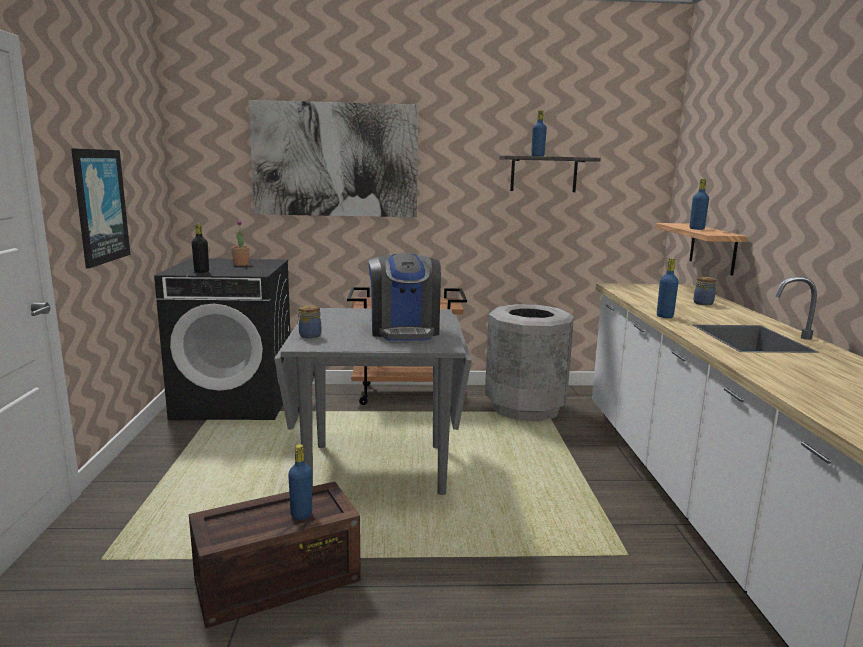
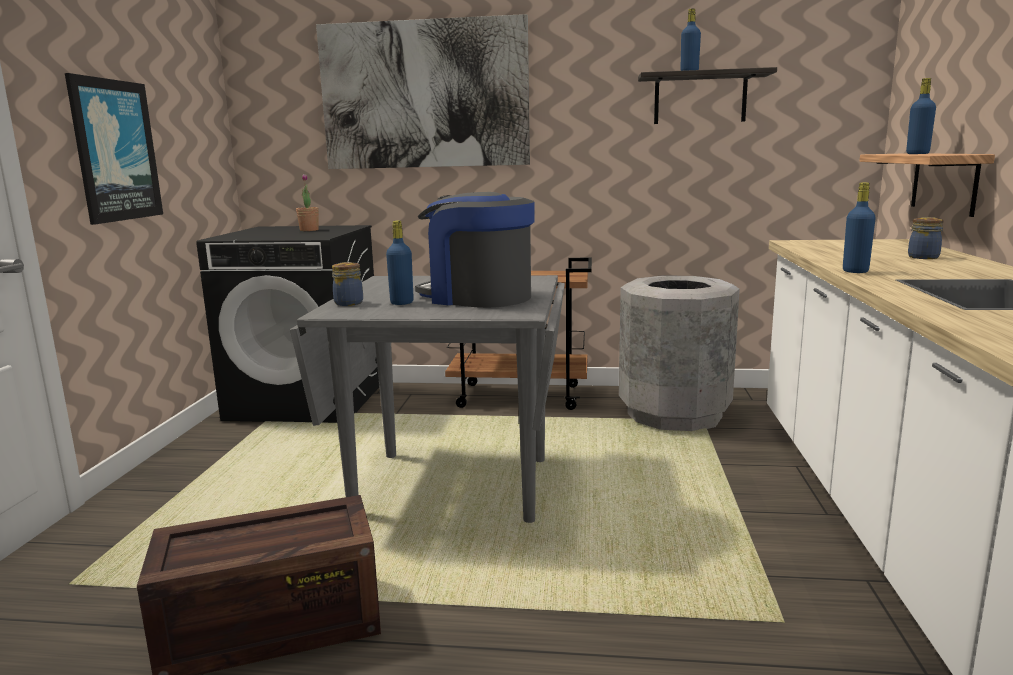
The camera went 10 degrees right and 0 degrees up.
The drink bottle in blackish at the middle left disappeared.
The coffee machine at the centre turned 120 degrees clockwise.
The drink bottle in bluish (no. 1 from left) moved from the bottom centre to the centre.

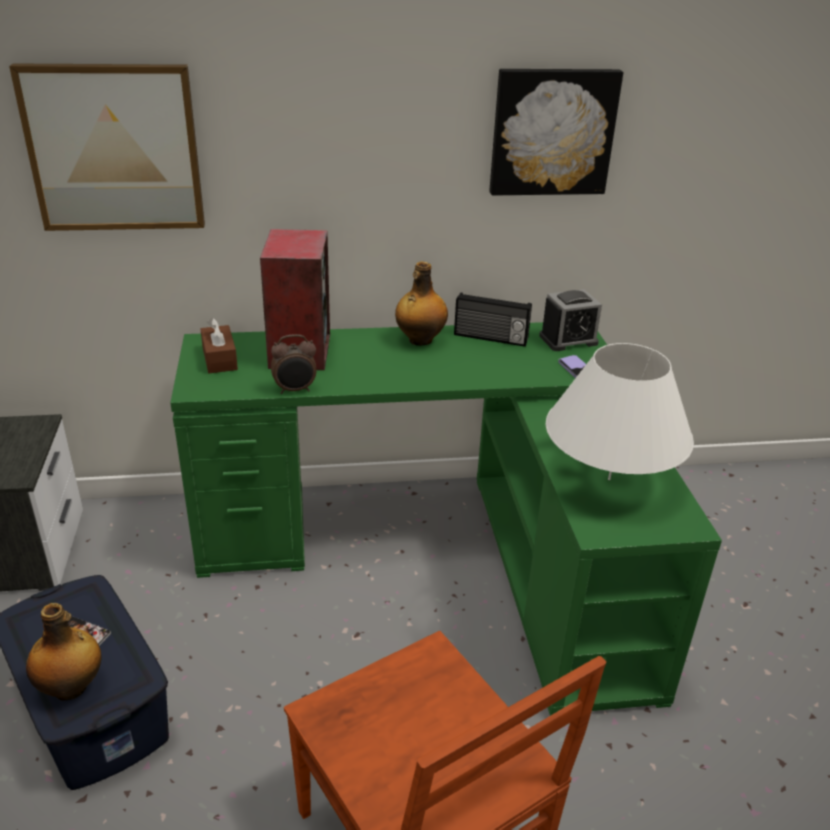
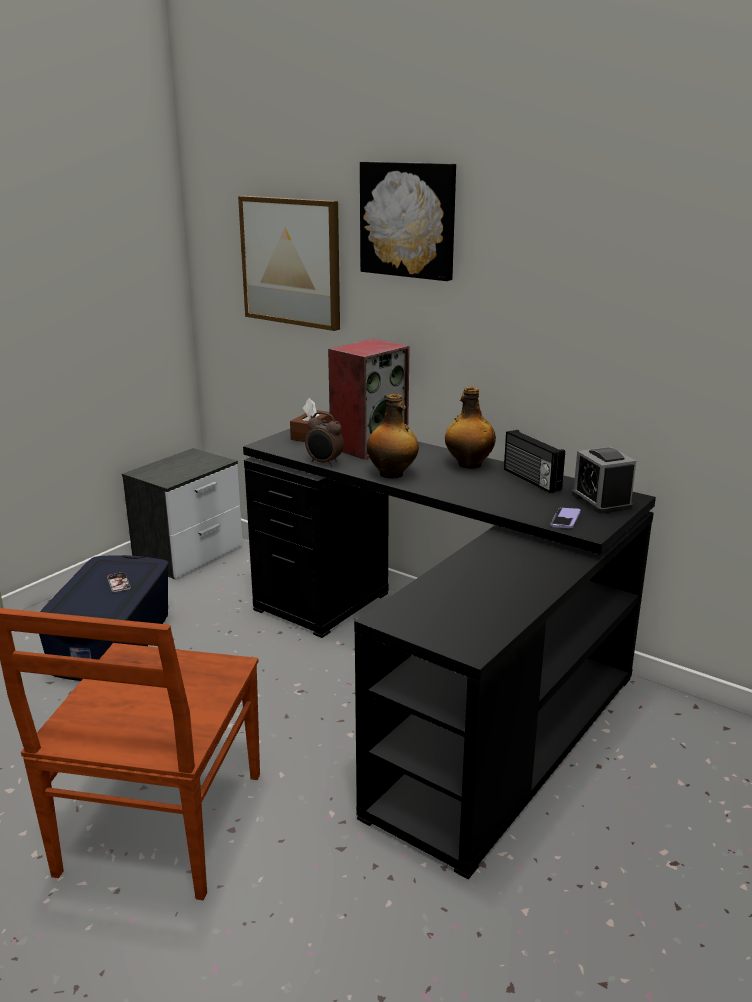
The camera went 45 degrees right and 10 degrees down.
The picture (no. 2 from left) moved from the top right to the top centre.
The alarm clock (no. 2 from left) at the middle right turned 45 degrees clockwise.
The desk unit in green at the centre became the desk unit in blackish at the centre.
The lamp for a table in whitish at the middle right disappeared.
The drink bottle (no. 1 from left) moved from the bottom left to the centre.

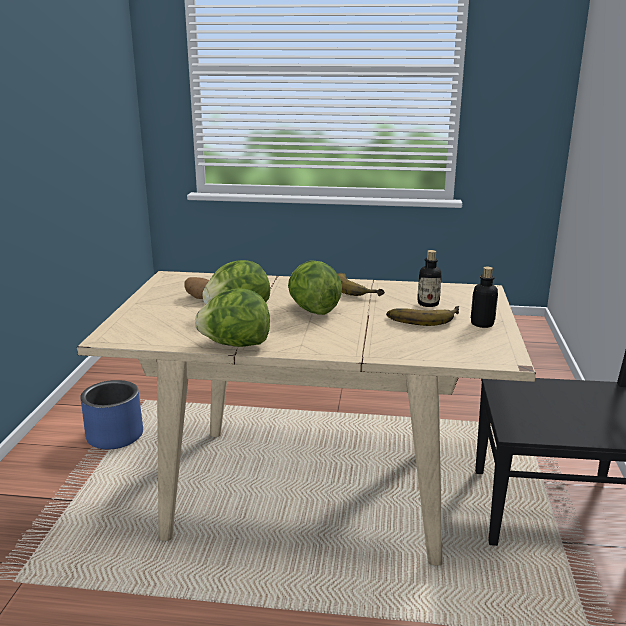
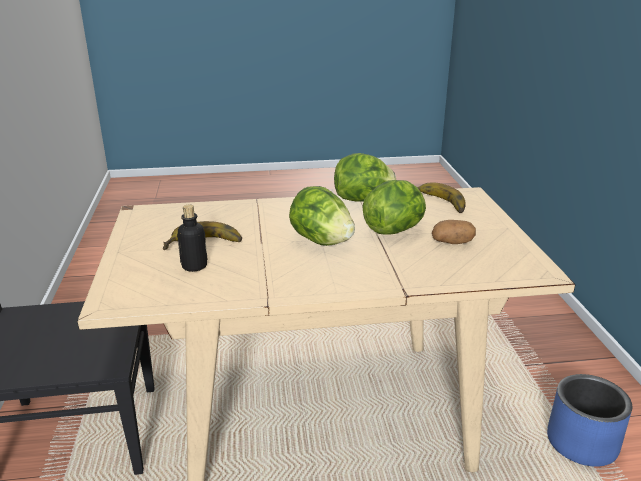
The camera went 165 degrees right and 5 degrees up.
The drink bottle (no. 2 from left) at the middle right disappeared.
The whole banana (no. 1 from left in the first image) moved from the centre to the middle right.

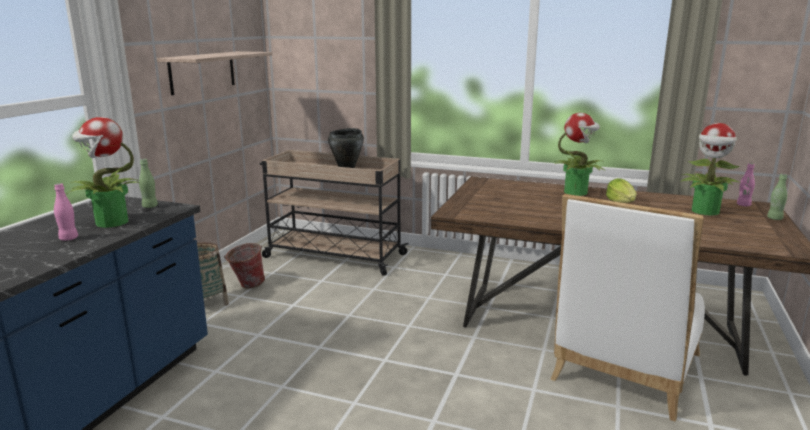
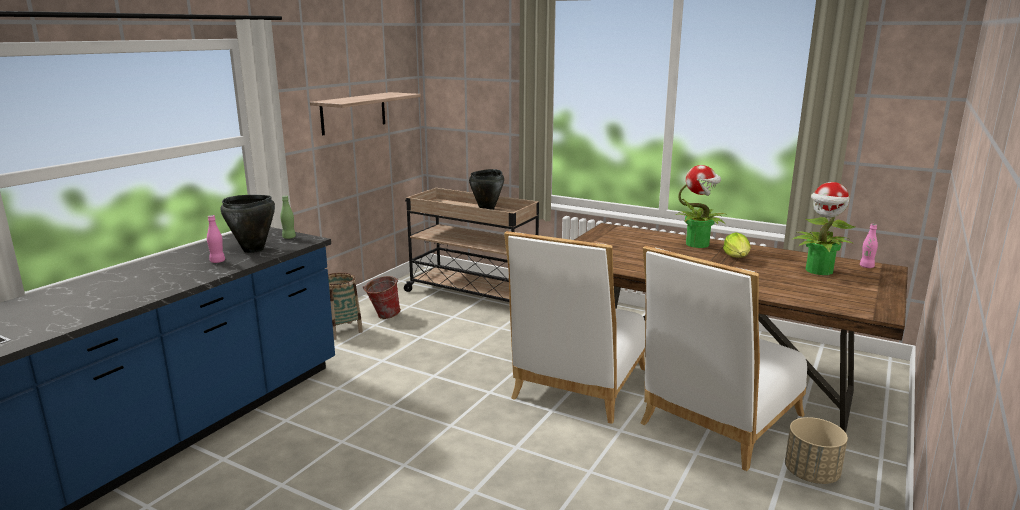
The camera went 10 degrees right and 0 degrees up.
The plant in a pot (no. 1 from left) at the middle left was replaced by the cooking pot in blackish (no. 1 from left) at the middle left.
The drink bottle in green (no. 2 from left) at the middle right disappeared.
The upright chair in whitish (no. 1 from left) at the centre appeared.
The flower pot in beige-coloured at the bottom right appeared.

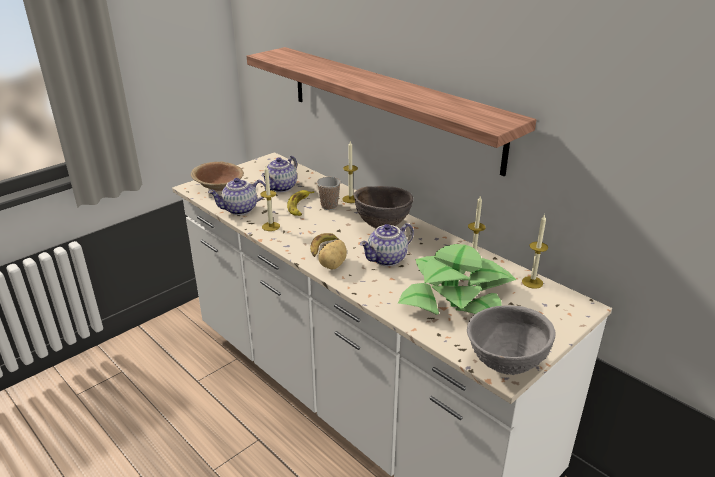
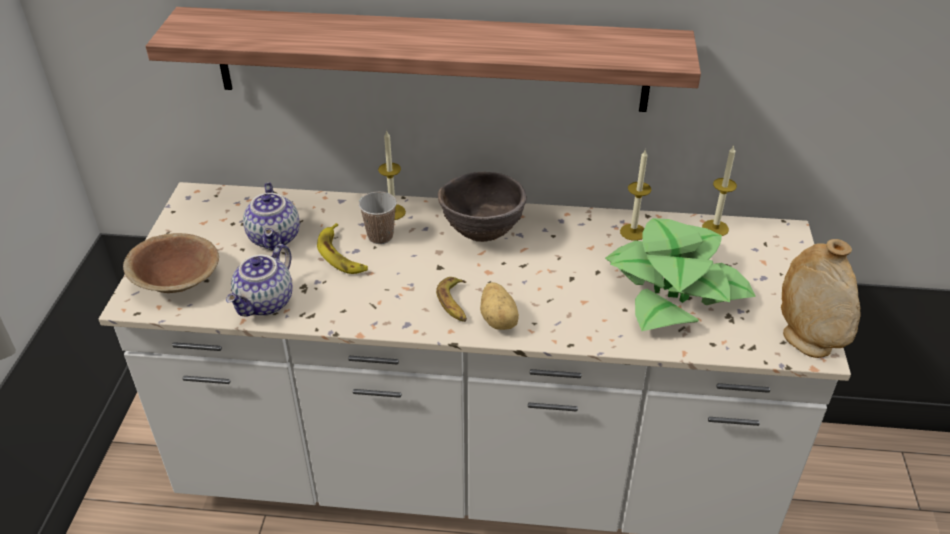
The camera went 40 degrees left and 10 degrees up.
The wax candle (no. 1 from left) at the centre disappeared.
The teapot (no. 3 from left) at the centre disappeared.
The bowl in gray at the bottom right was replaced by the decorative vase in beige-coloured at the middle right.

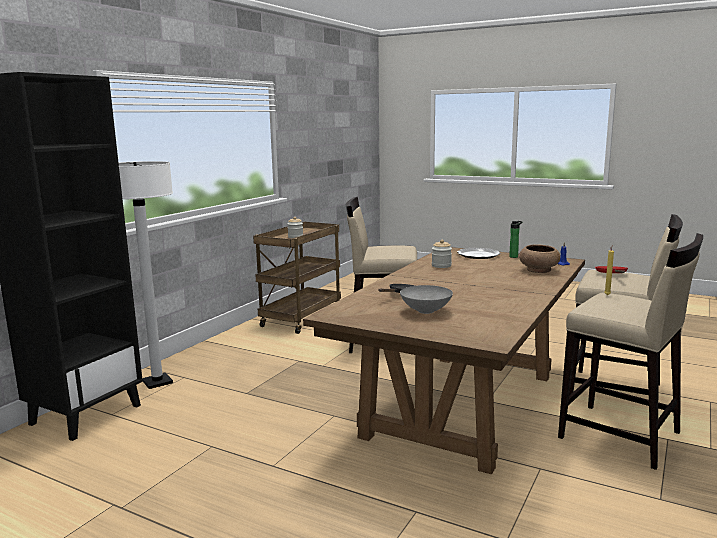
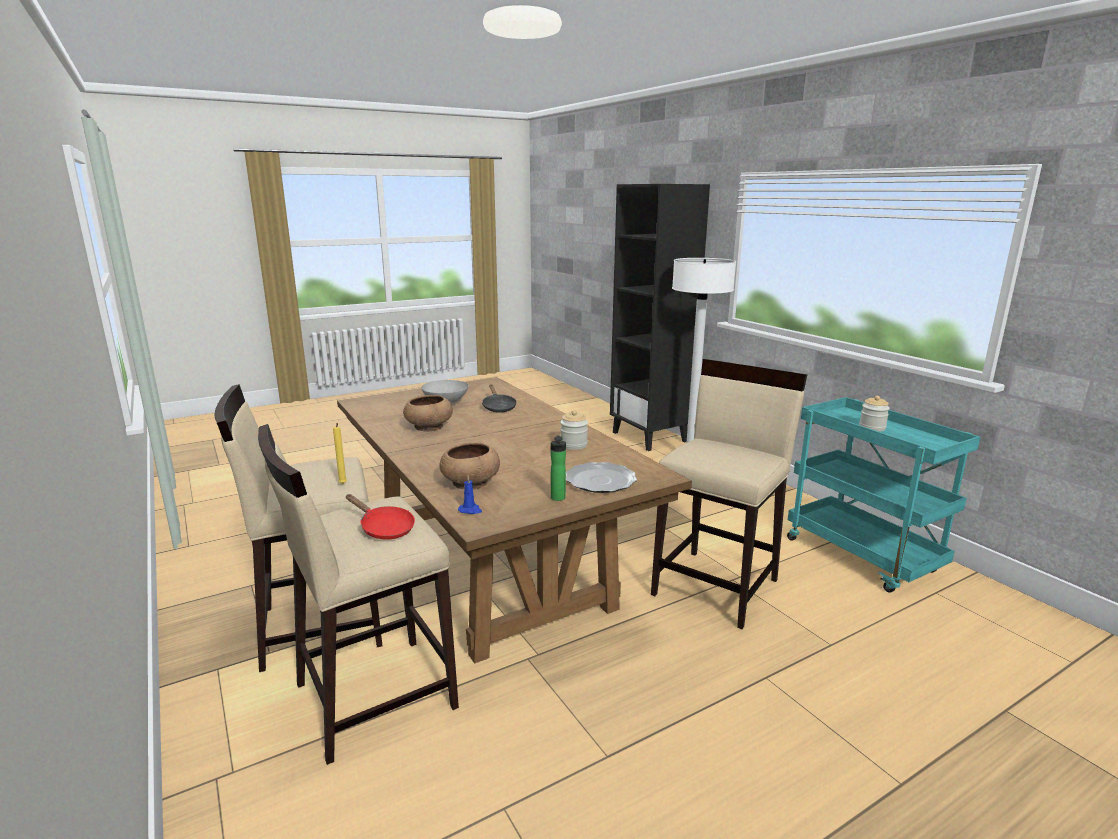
The camera went 120 degrees right and 5 degrees up.
The trolley in brown-coloured at the centre became the trolley in blue-green at the middle right.
The bowl in brown-coloured (no. 1 from left) at the centre appeared.

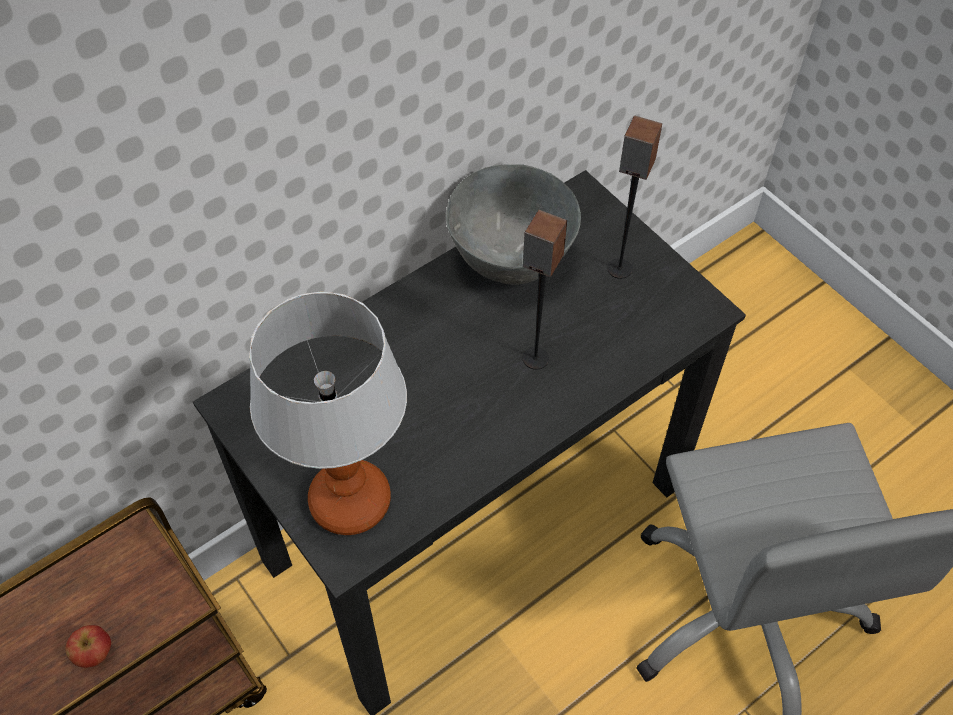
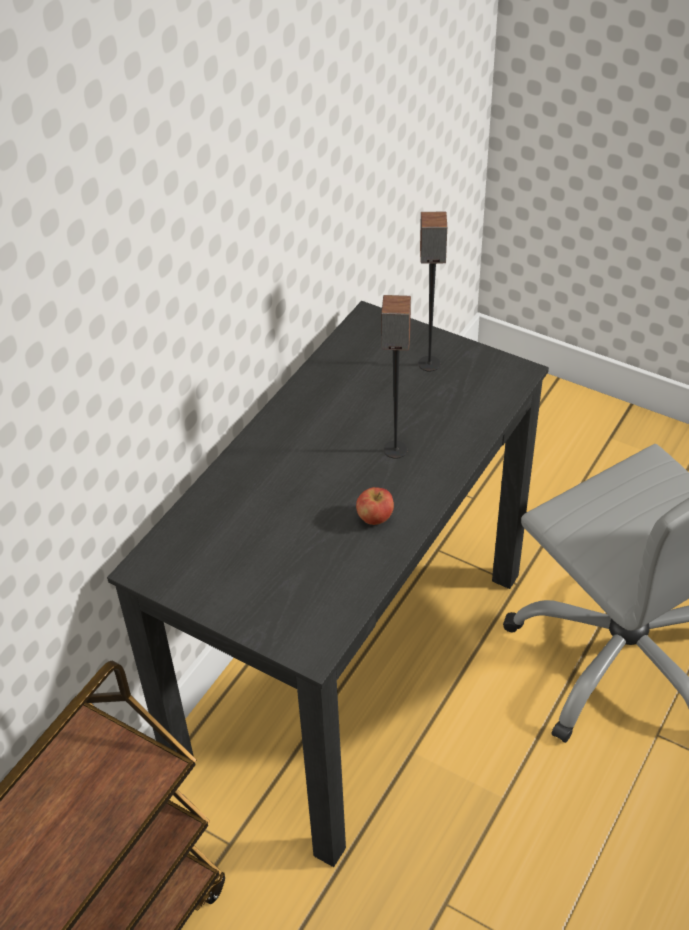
The camera went 20 degrees left and 10 degrees down.
The bowl in gray at the top centre disappeared.
The lamp for a table at the centre disappeared.
The apple fruit moved from the bottom left to the centre.

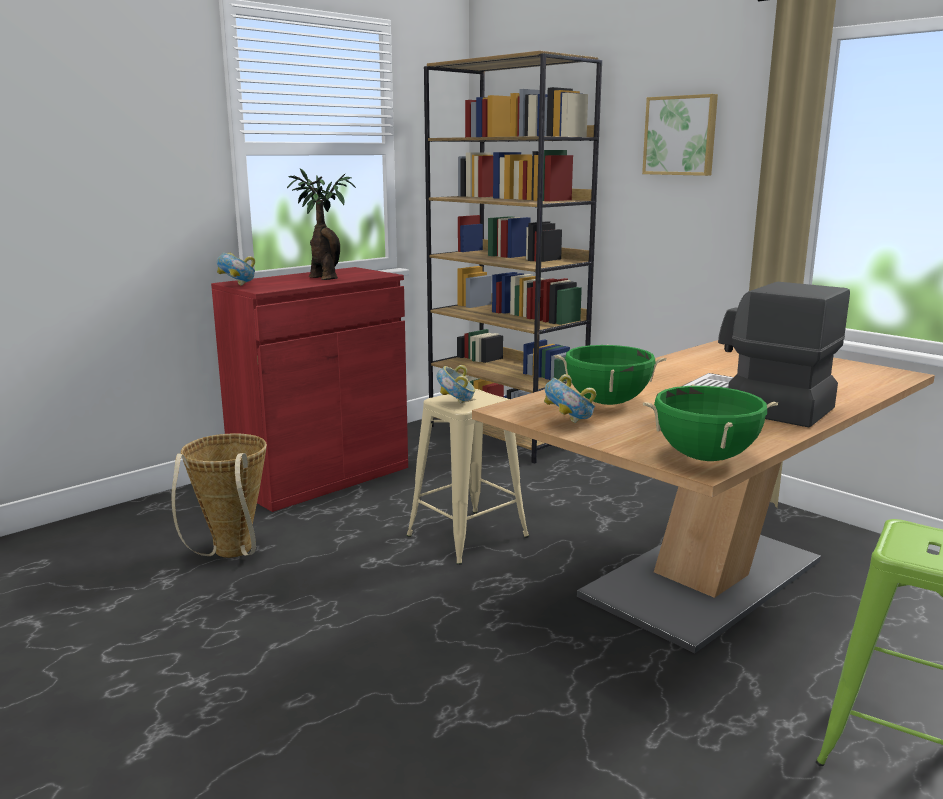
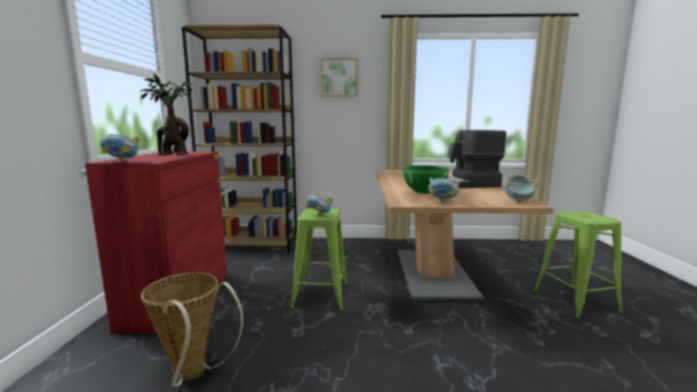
The camera went 45 degrees left and 5 degrees down.
The cooking pot in green (no. 2 from left) at the middle right was replaced by the bowl (no. 4 from left) at the middle right.
The stool seat in beige-coloured at the centre became the stool seat in green (no. 1 from left) at the centre.

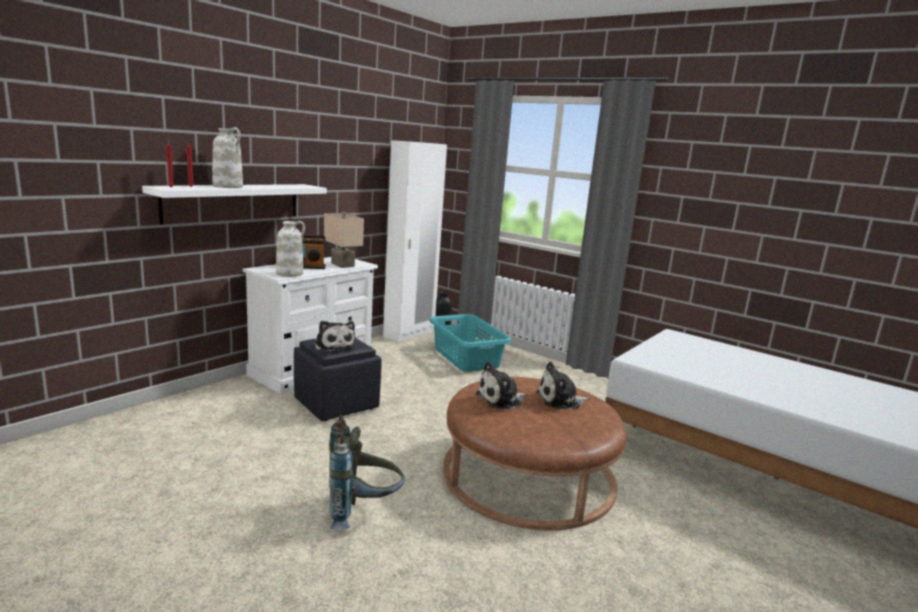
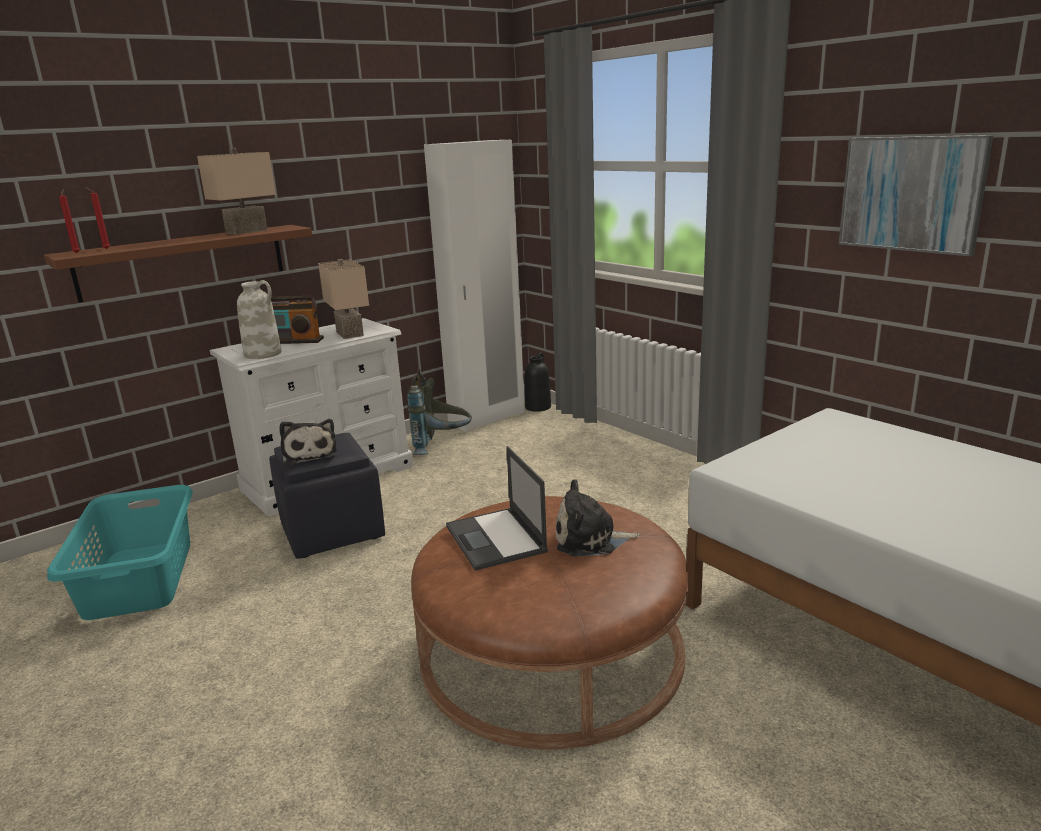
The camera went 15 degrees right and 5 degrees up.
The decorative vase in whitish (no. 1 from left) at the top left disappeared.
The shelf in whitish at the middle left became the shelf in brown-coloured at the top left.
The laundry basket in blue-green moved from the centre to the middle left.
The plush toy (no. 2 from left) at the centre was replaced by the laptop at the centre.
The backpack in gray moved from the bottom centre to the centre.
The picture at the top right appeared.
The lamp for a table in beige-coloured (no. 1 from left) at the top left appeared.

